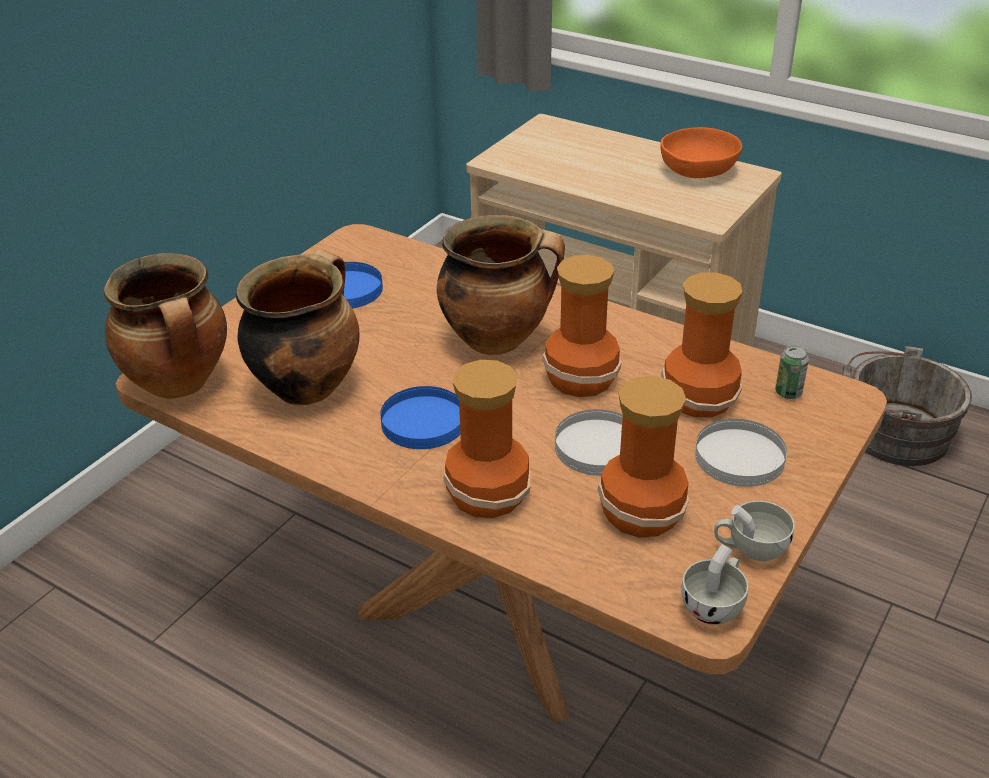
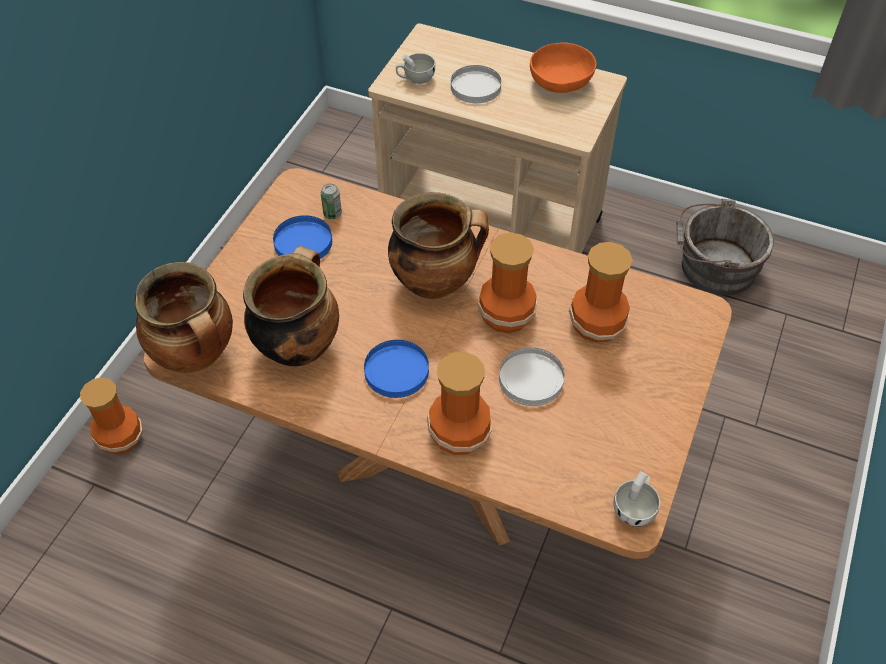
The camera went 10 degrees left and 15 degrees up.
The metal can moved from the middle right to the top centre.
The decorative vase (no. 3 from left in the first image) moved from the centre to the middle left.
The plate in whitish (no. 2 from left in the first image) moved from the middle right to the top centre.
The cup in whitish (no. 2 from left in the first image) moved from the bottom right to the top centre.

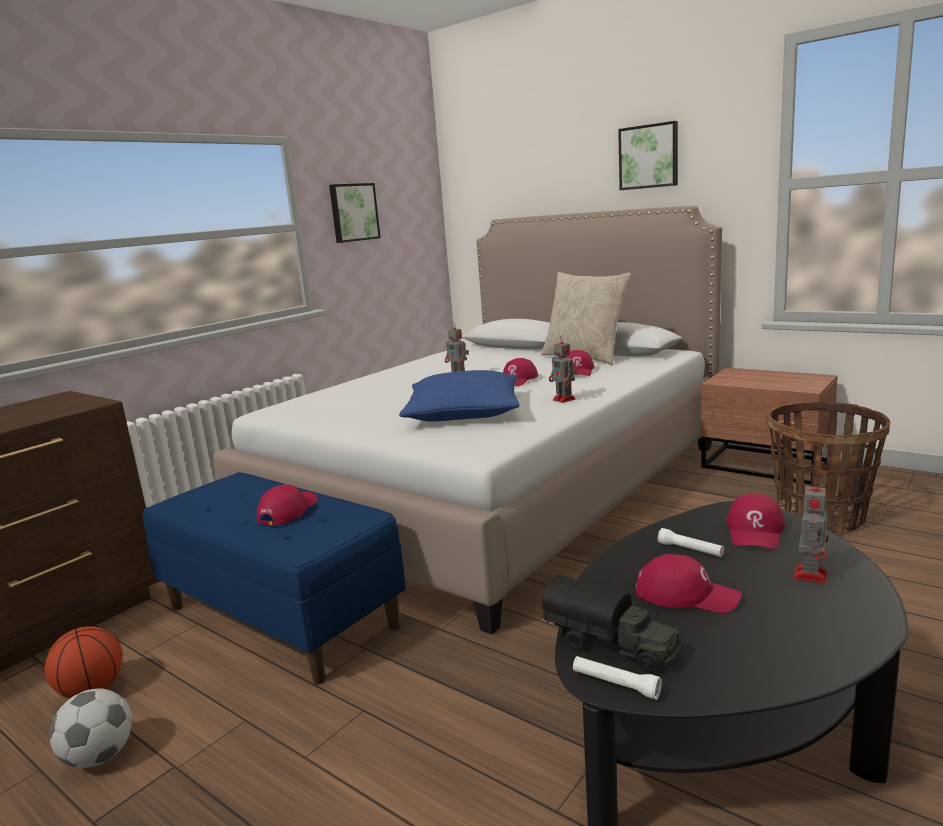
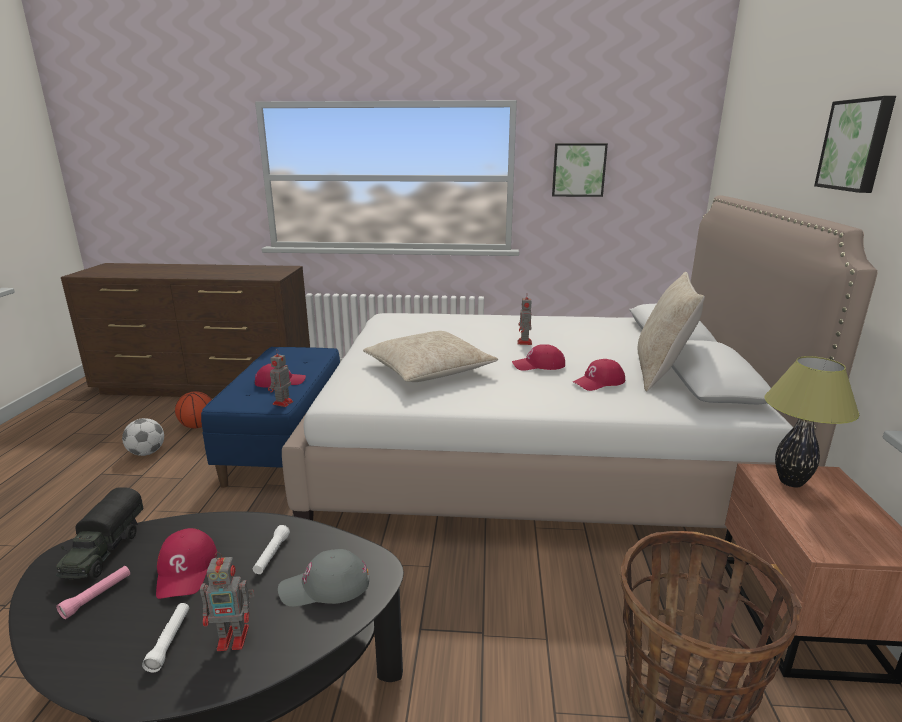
The camera went 55 degrees right and 5 degrees up.
The toy robot (no. 2 from left) moved from the centre to the middle left.
The cushion in bluish at the centre became the cushion in beige-coloured (no. 1 from left) at the centre.
The baseball cap in red-coloured (no. 5 from left) at the middle right became the baseball cap in gray at the bottom centre.
The torch in whitish (no. 1 from left) moved from the bottom centre to the bottom left.
The lamp for a table at the middle right appeared.
The torch in pinkish at the bottom left appeared.

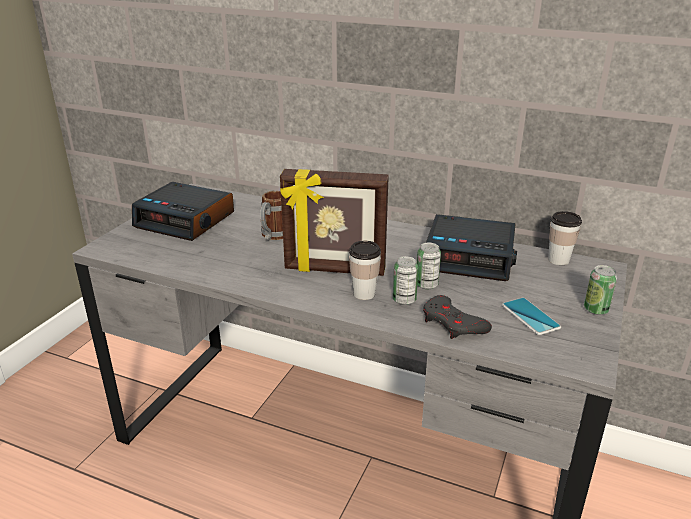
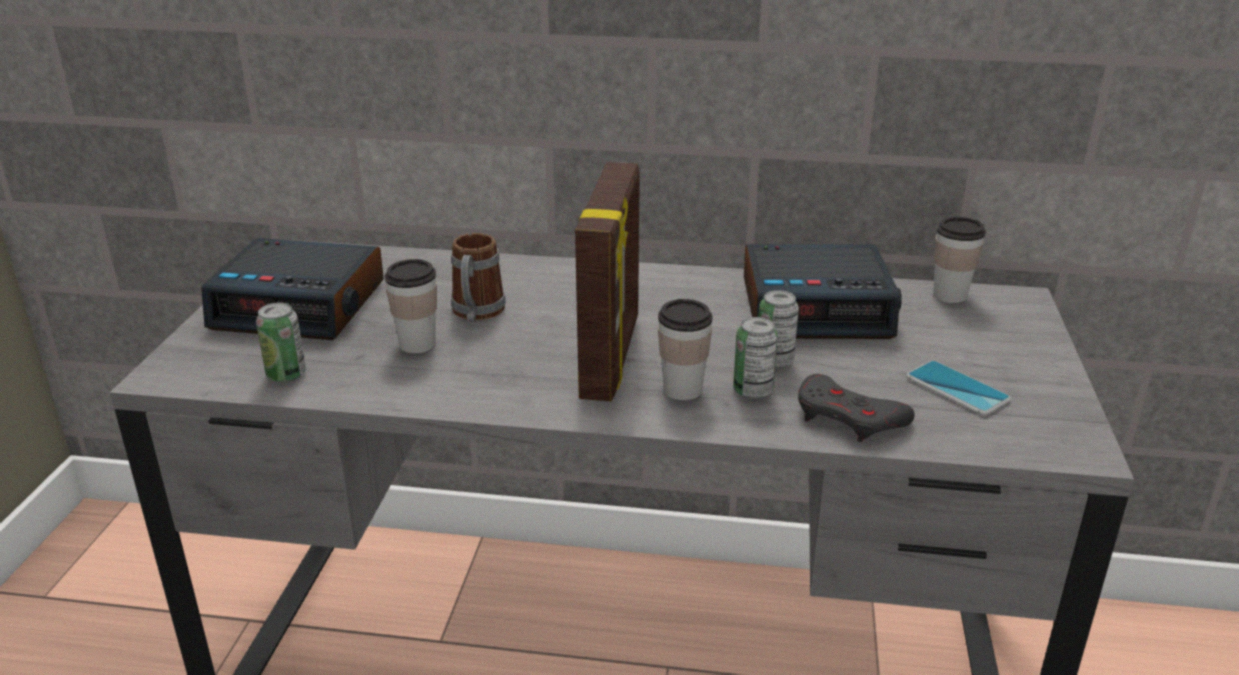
The camera went 15 degrees left and 0 degrees up.
The photo frame at the centre turned 75 degrees counterclockwise.
The metal can (no. 3 from left in the first image) moved from the middle right to the middle left.
The cup (no. 1 from left) at the middle left appeared.

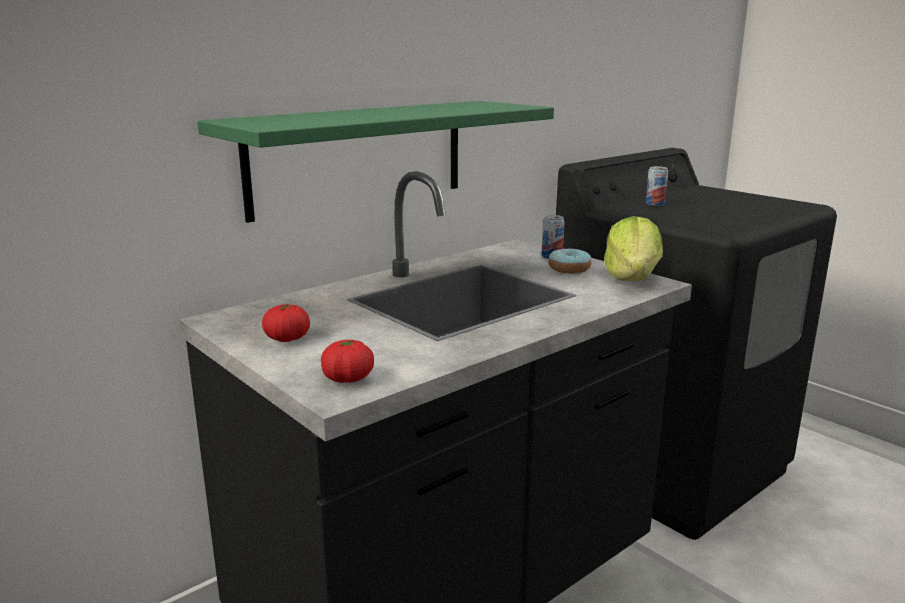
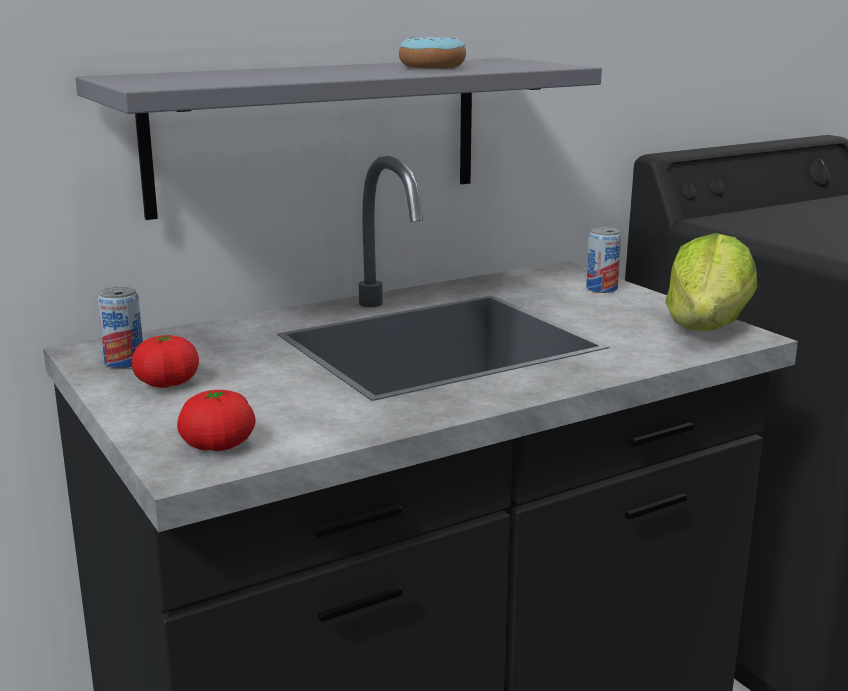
The camera went 10 degrees right and 0 degrees up.
The shelf in green at the top centre became the shelf in gray at the top centre.
The metal can (no. 2 from left in the first image) moved from the top right to the middle left.
The doughnut moved from the centre to the top centre.

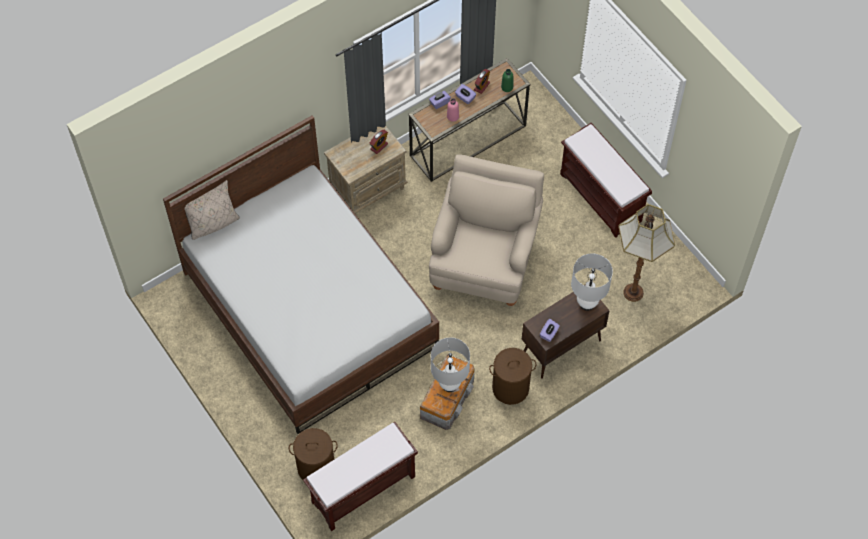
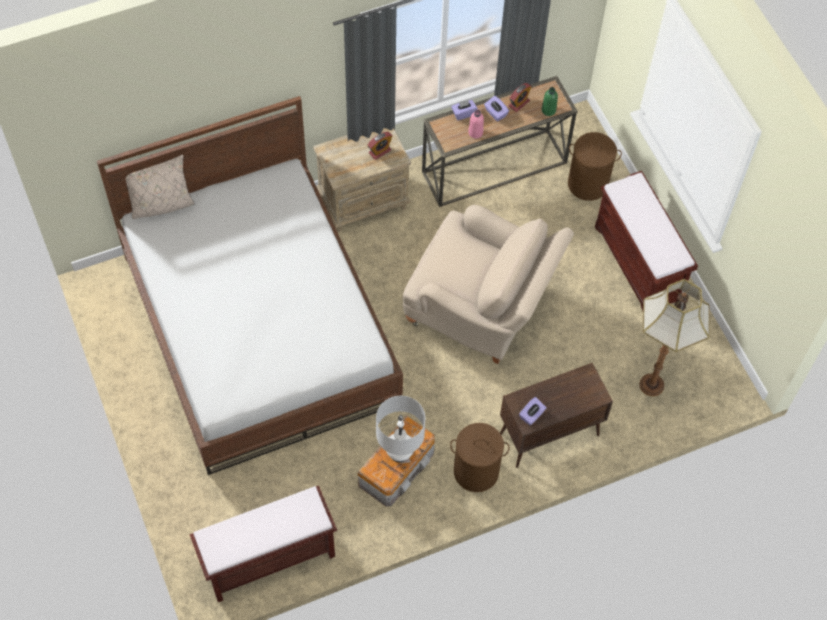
The camera went 10 degrees right and 0 degrees up.
The lounge chair in beige-coloured at the centre turned 90 degrees clockwise.
The lamp for a table in whitish (no. 2 from left) at the middle right disappeared.
The laundry basket in brown-coloured (no. 1 from left in the first image) moved from the bottom centre to the top right.

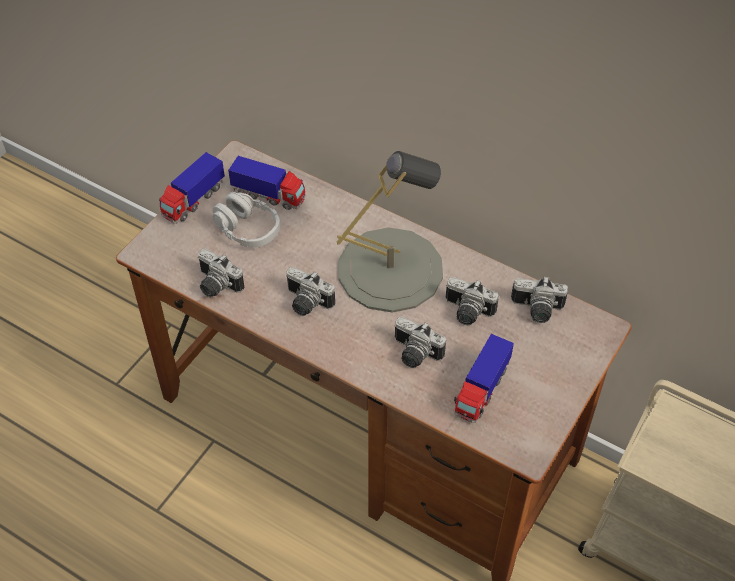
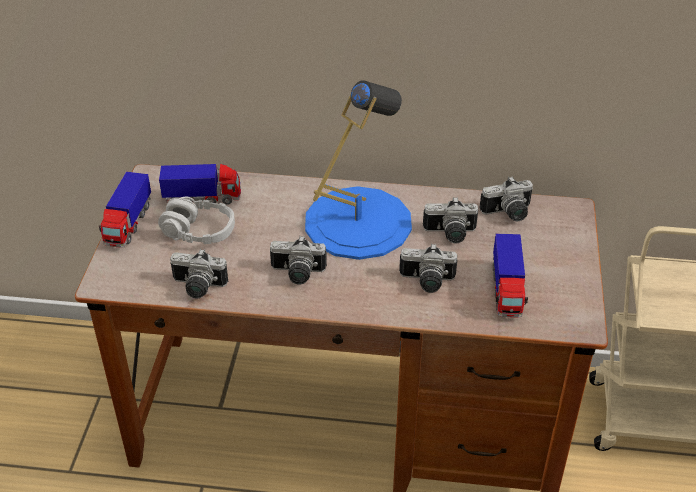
The camera went 25 degrees left and 10 degrees down.
The lamp for a table in gray at the centre became the lamp for a table in bluish at the centre.

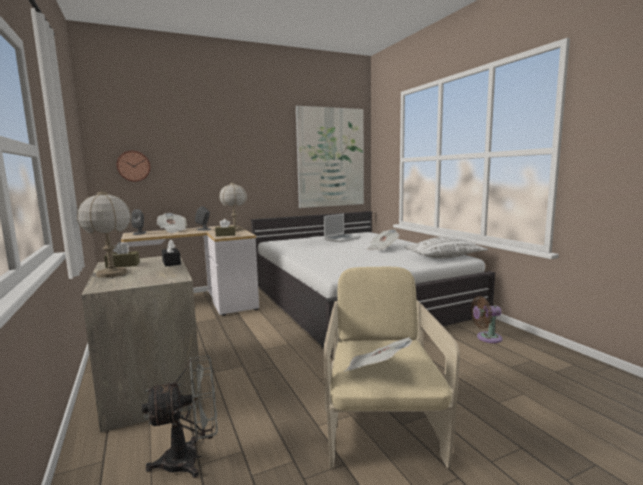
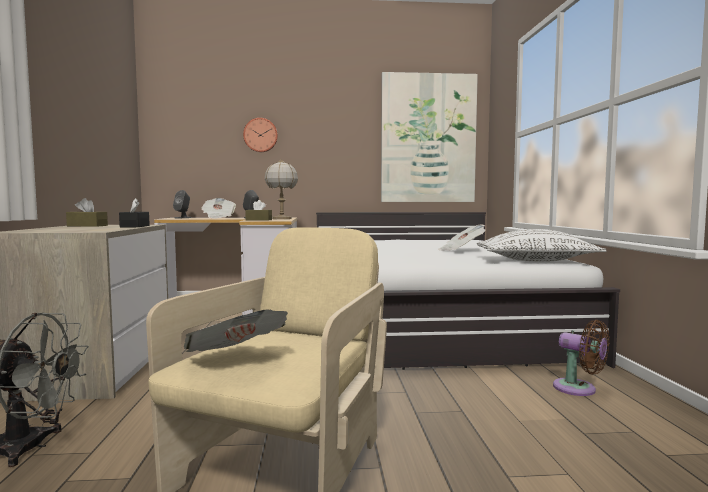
The camera went 20 degrees right and 5 degrees down.
The clock on the wall moved from the middle left to the top centre.
The lamp for a table (no. 1 from left) at the middle left disappeared.
The laptop at the centre disappeared.
The fan in brown-coloured at the middle right turned 150 degrees counterclockwise.

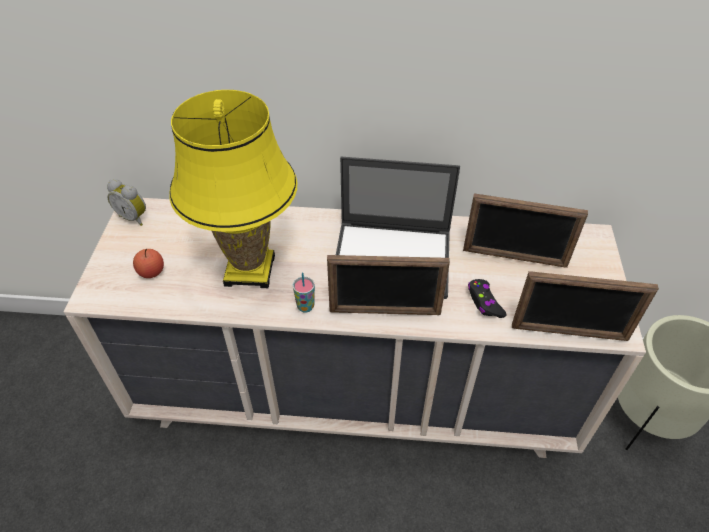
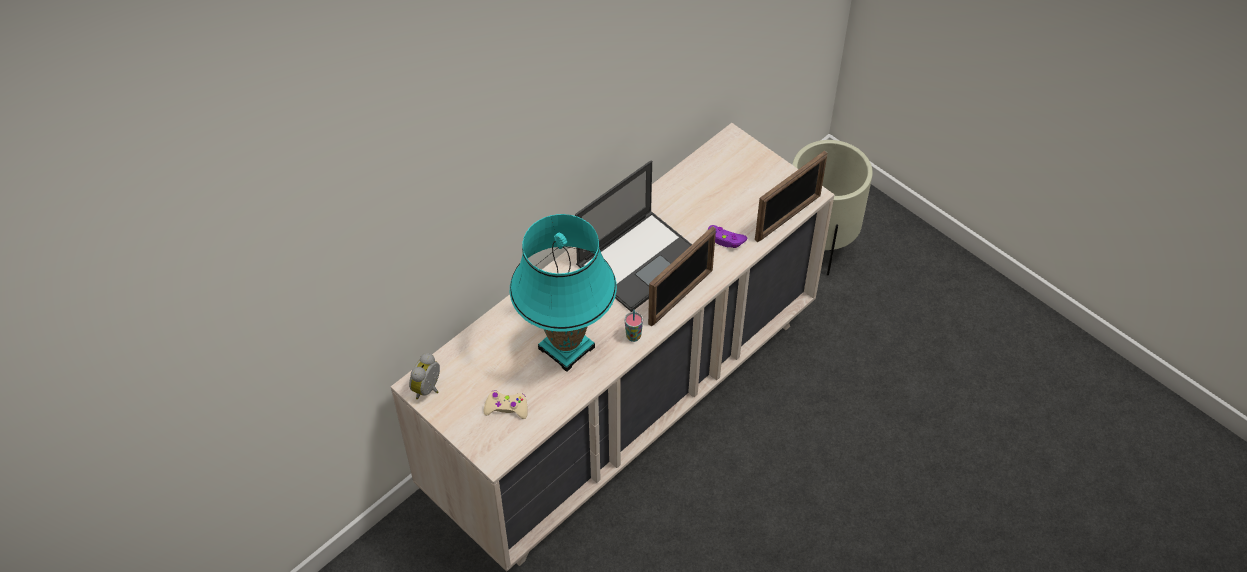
The camera went 50 degrees left and 5 degrees up.
The lamp for a table in yellow at the middle left became the lamp for a table in blue-green at the centre.
The alarm clock at the middle left turned 135 degrees clockwise.
The photo frame (no. 2 from left) at the middle right disappeared.
The apple fruit at the middle left was replaced by the game controller in beige-coloured at the bottom centre.
The game controller in blackish at the middle right became the game controller in purplish at the centre.

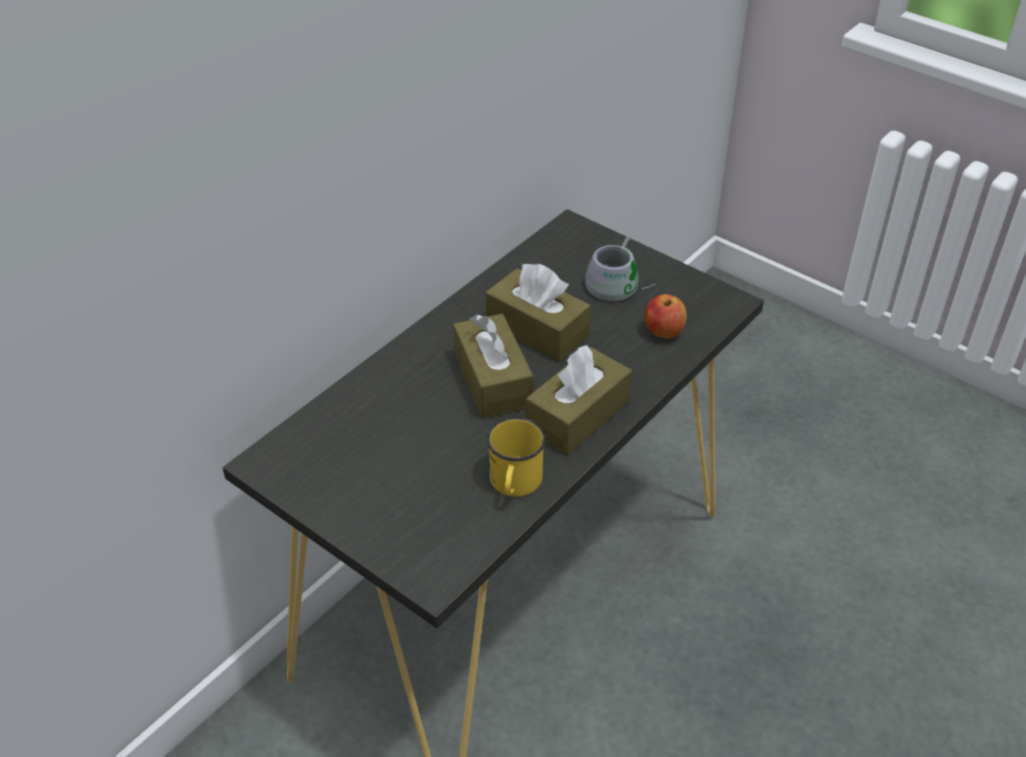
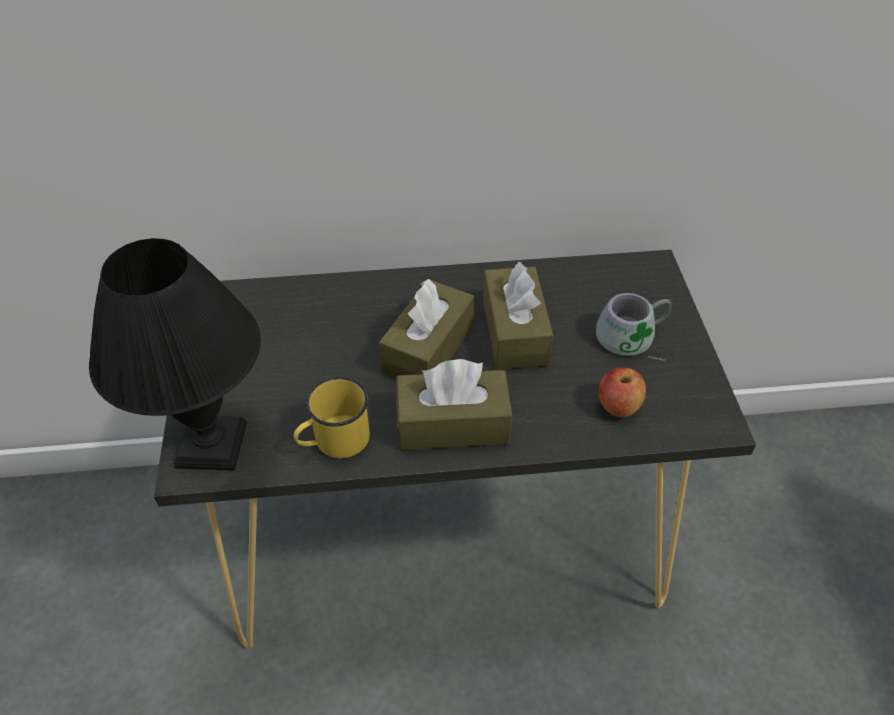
The camera went 45 degrees right and 5 degrees up.
The lamp for a table in blackish at the middle left appeared.

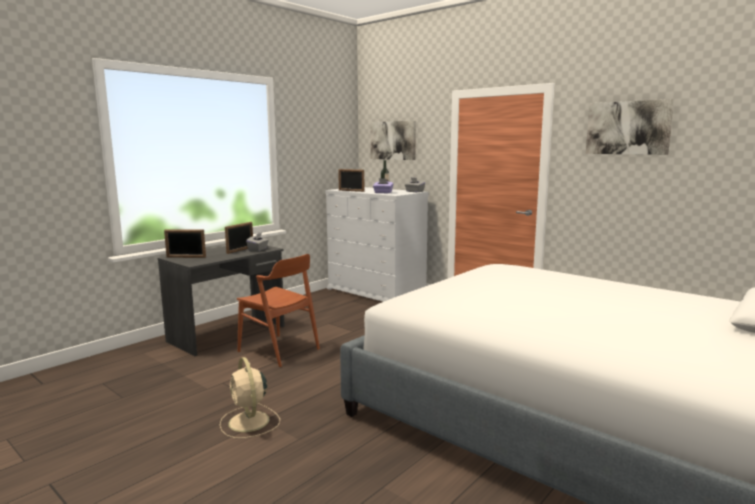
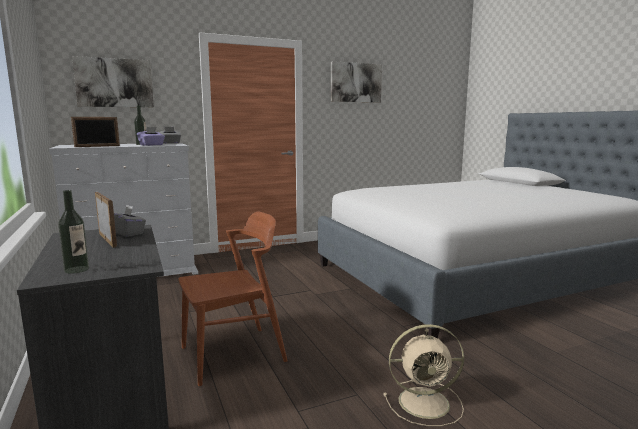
The camera went 65 degrees left and 0 degrees up.
The photo frame (no. 1 from left) at the middle left was replaced by the drink bottle (no. 1 from left) at the middle left.

